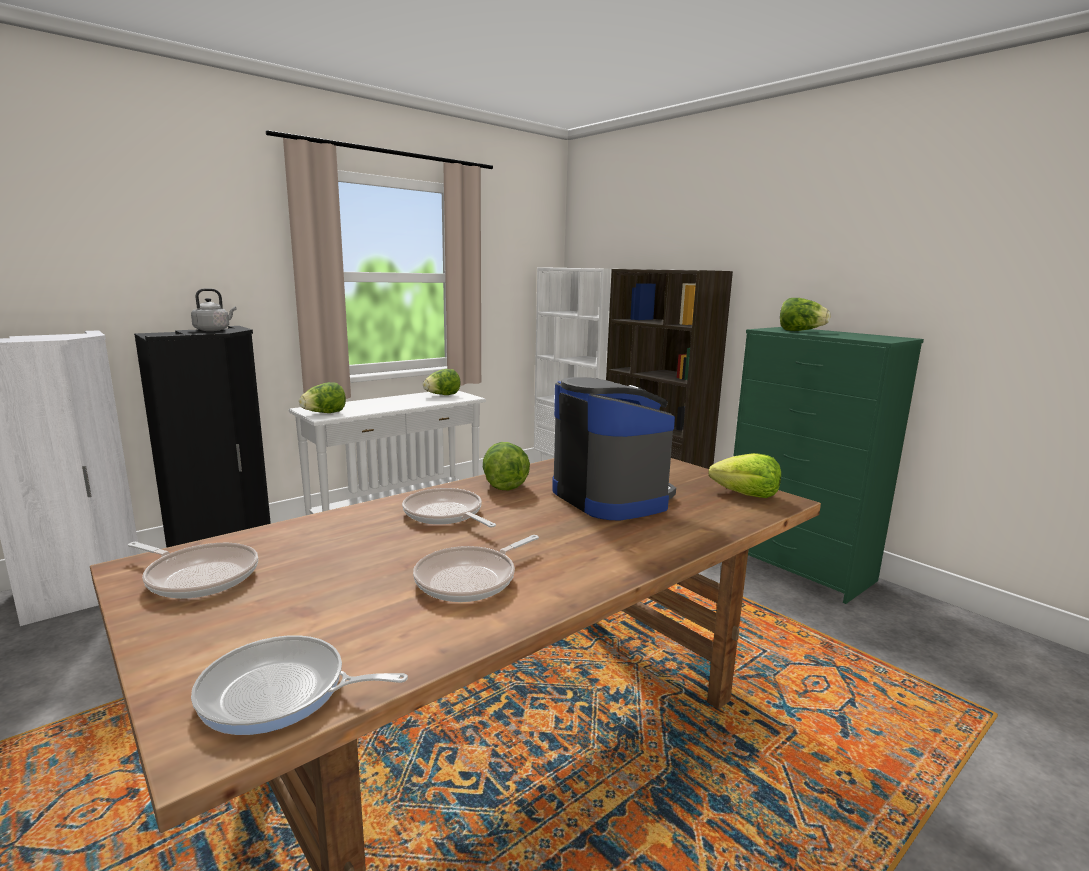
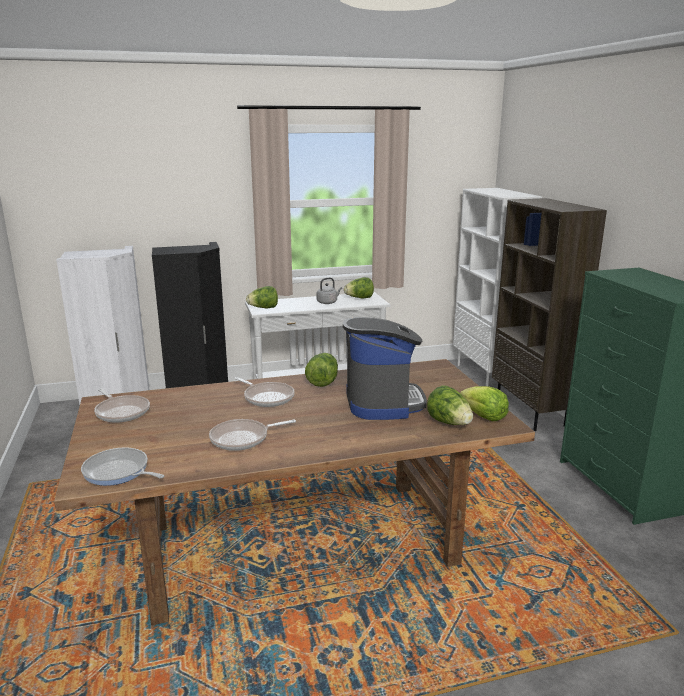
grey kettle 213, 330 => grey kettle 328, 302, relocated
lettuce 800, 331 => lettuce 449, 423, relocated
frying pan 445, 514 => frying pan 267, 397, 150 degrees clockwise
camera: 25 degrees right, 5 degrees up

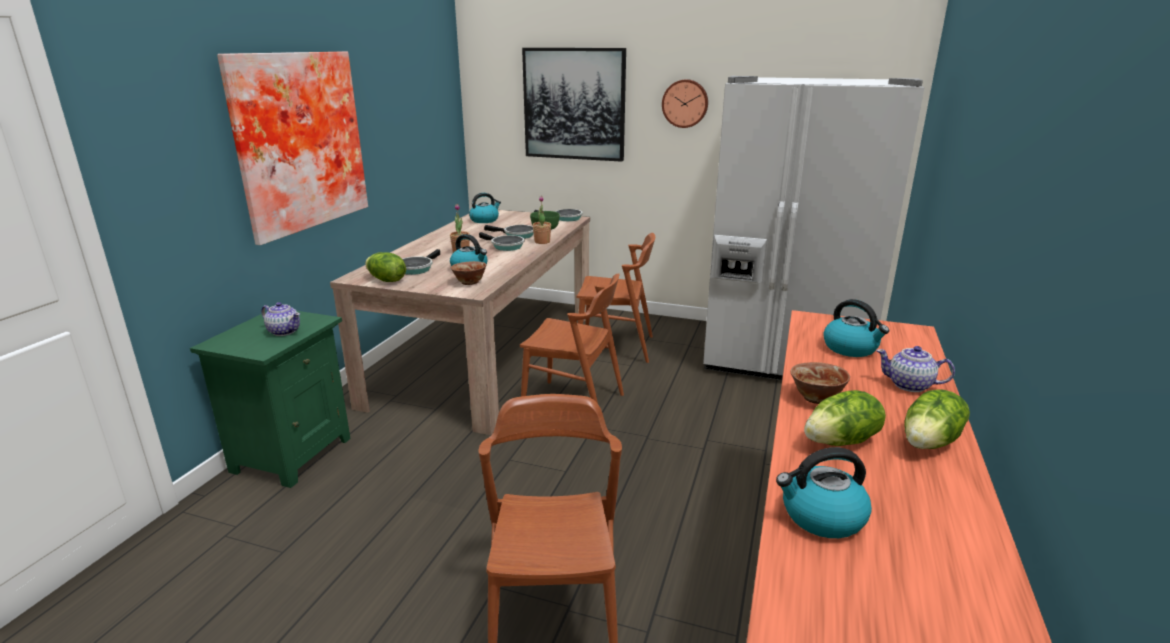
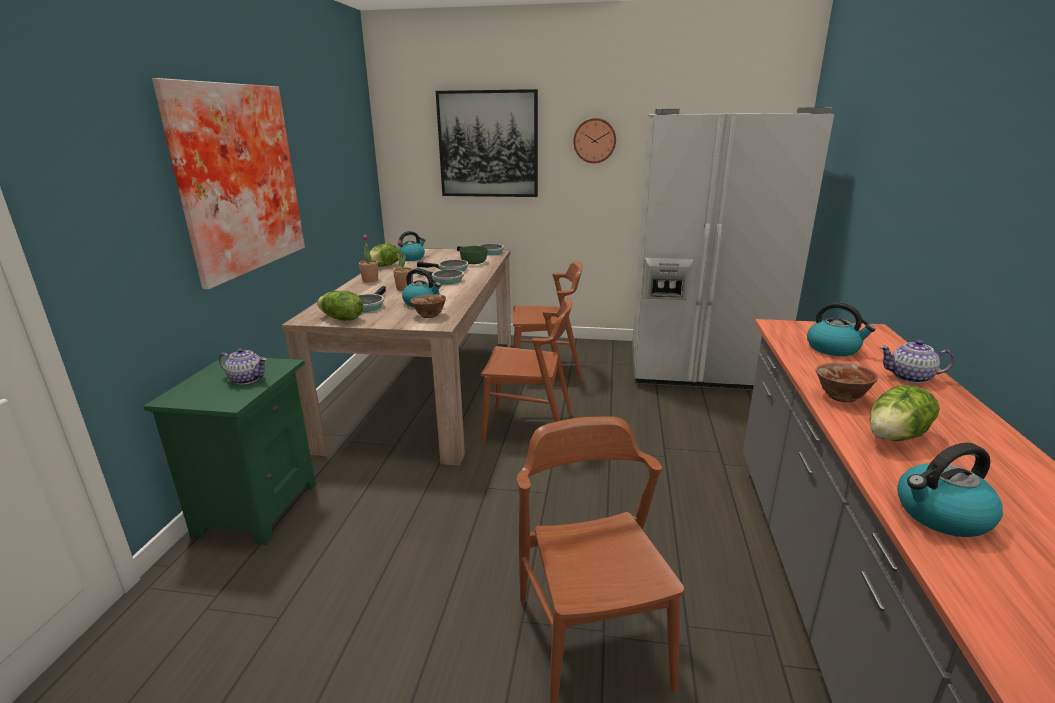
potted plant 542, 242 => potted plant 370, 280, relocated
lettuce 930, 442 => lettuce 385, 266, relocated
camera: 10 degrees left, 0 degrees up

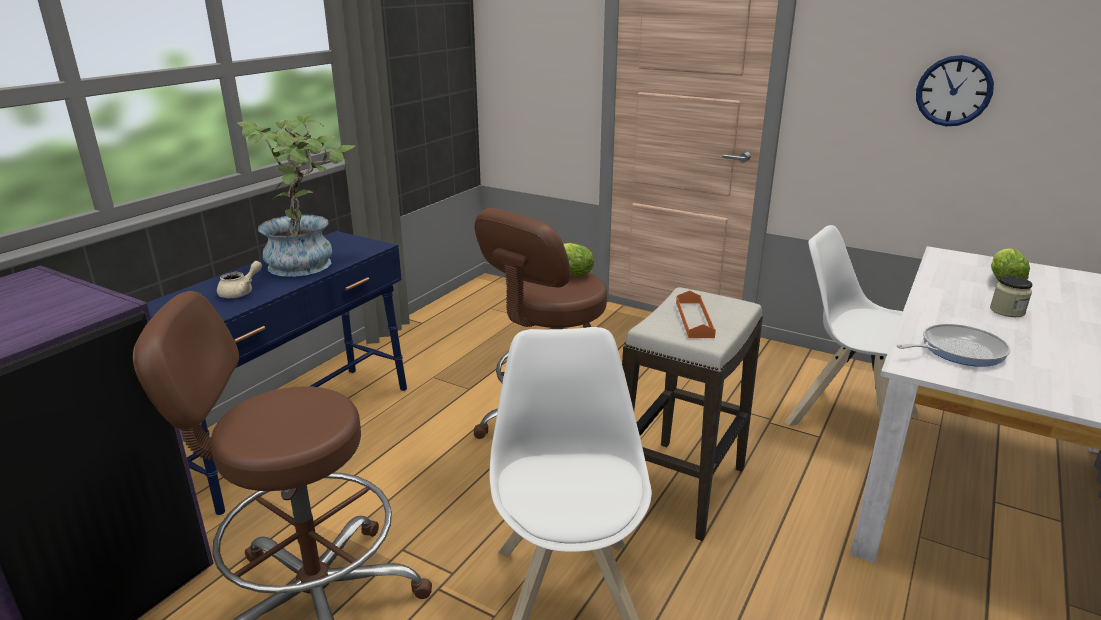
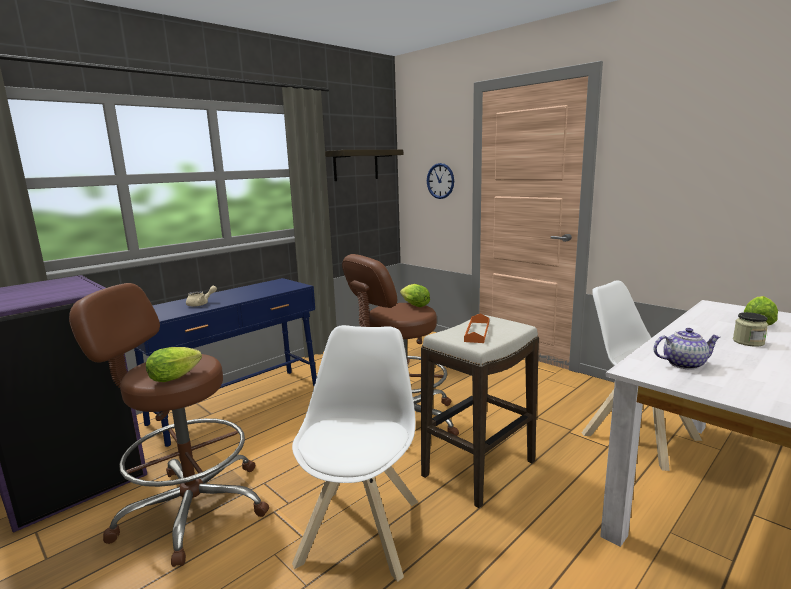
potted plant 309, 262 => nothing
nothing => lettuce 177, 377
nothing => shelf 356, 165
wall clock 953, 91 => wall clock 440, 181, relocated
frying pan 957, 350 => teapot 683, 364
camera: 15 degrees right, 10 degrees down

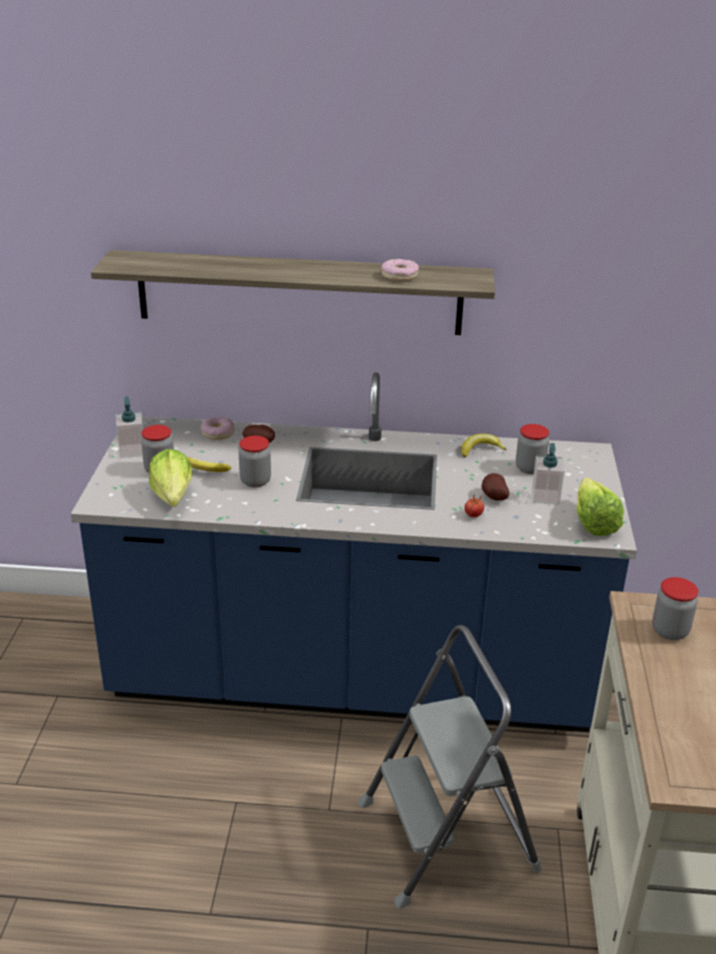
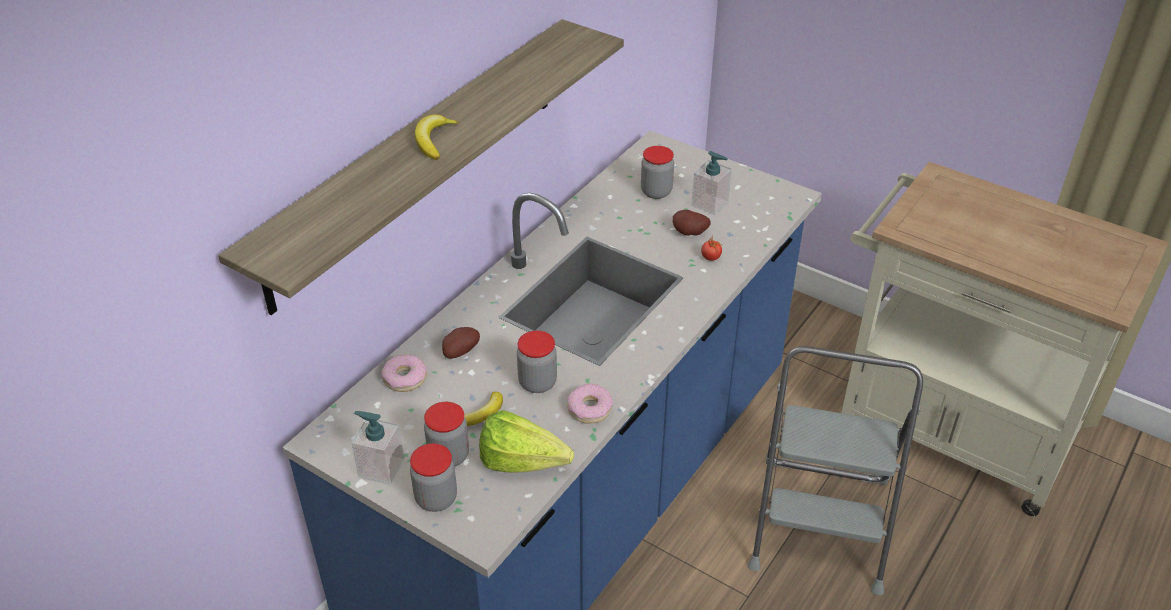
lettuce 593, 520 => nothing
donut 399, 276 => donut 589, 409, relocated
banana 480, 450 => banana 434, 141, relocated
jar 669, 631 => jar 436, 498, relocated
camera: 60 degrees left, 10 degrees up

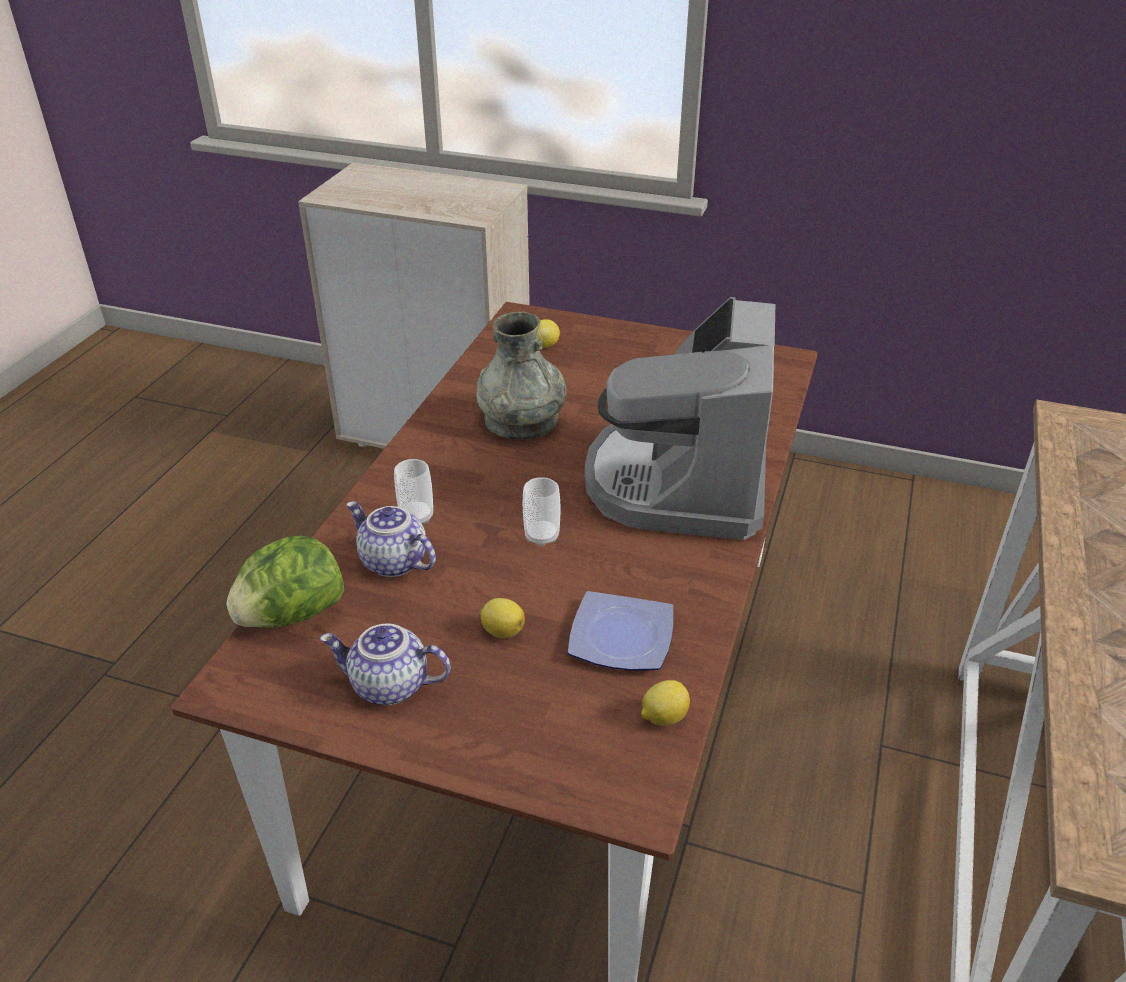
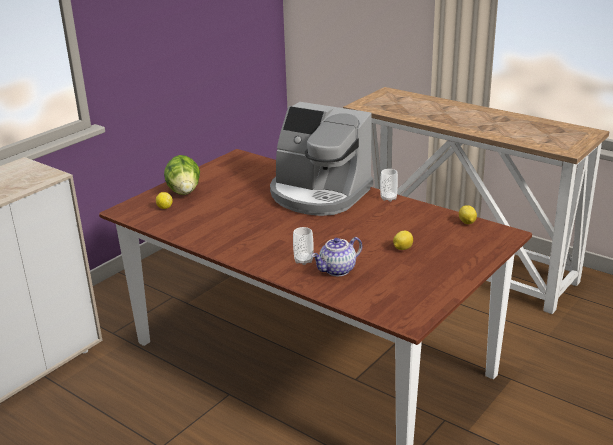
teapot 388, 687 => nothing
grey vase 521, 419 => nothing
plate 619, 635 => nothing
lettuce 292, 615 => lettuce 184, 191, relocated
cup 541, 536 => cup 388, 198, relocated
camera: 70 degrees left, 10 degrees down

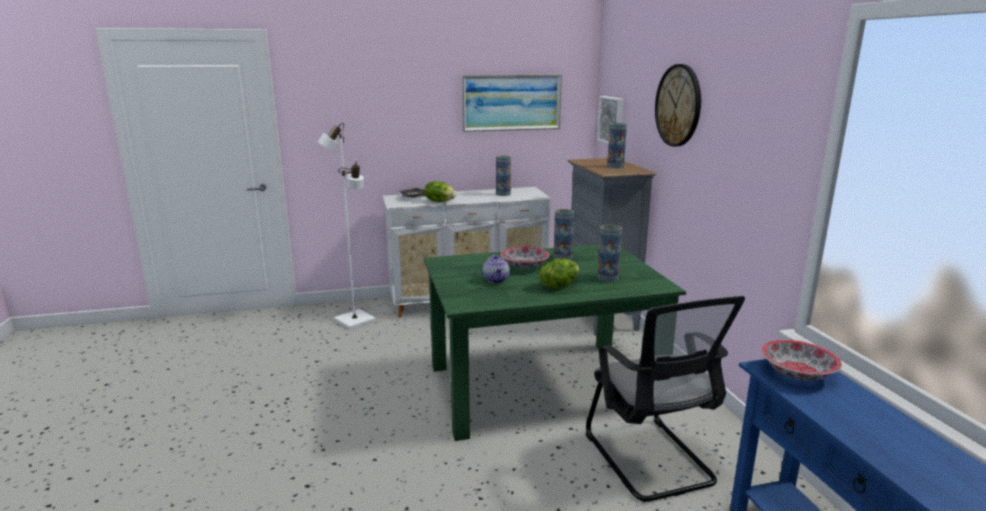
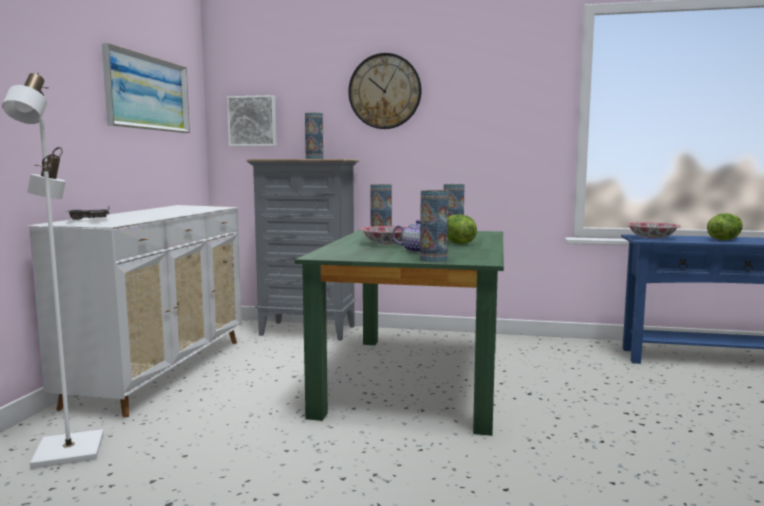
chair 649, 461 => nothing
lettuce 440, 201 => lettuce 724, 239, relocated
vase 503, 194 => vase 433, 259, relocated
camera: 65 degrees left, 10 degrees down

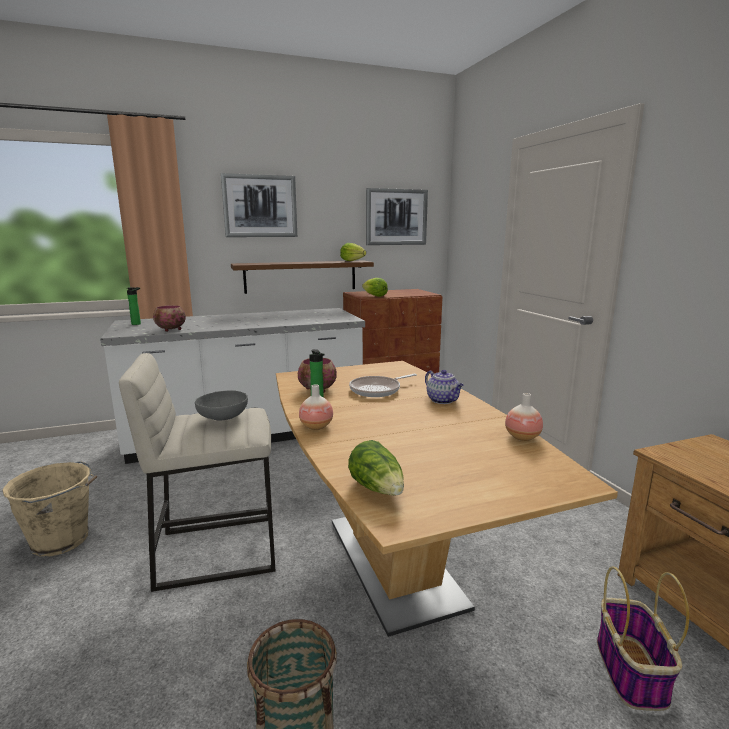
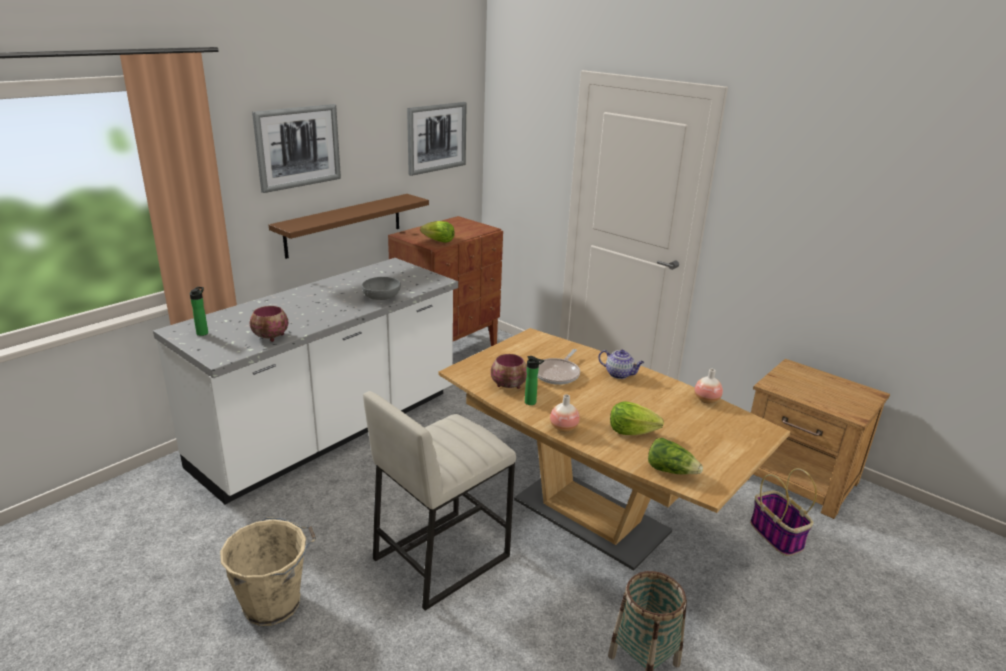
grey bowl 223, 418 => grey bowl 382, 298, relocated
lettuce 352, 261 => lettuce 631, 432, relocated
camera: 30 degrees left, 10 degrees up

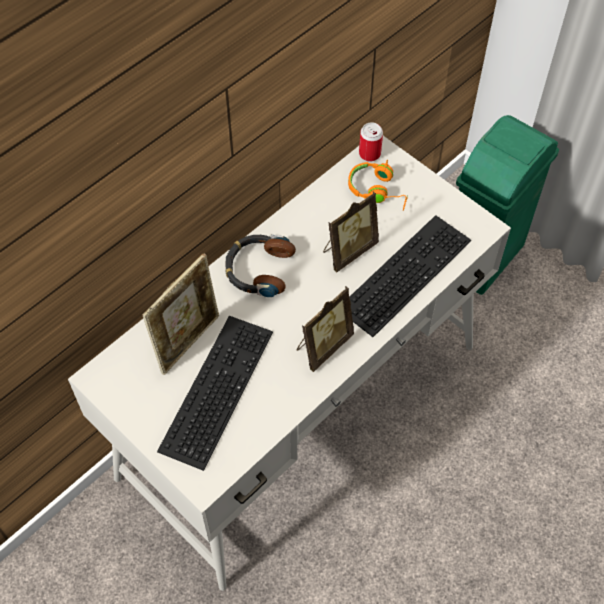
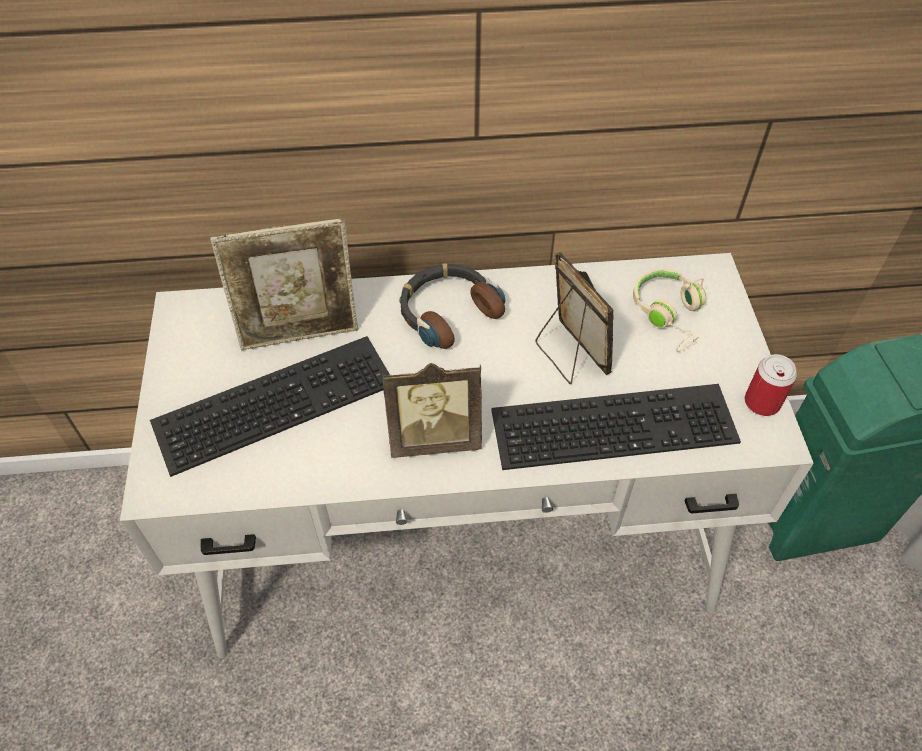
can 369, 154 => can 762, 402, relocated
orange headphones 378, 191 => beige headphones 669, 314
picture frame 348, 250 => picture frame 569, 355, 120 degrees counterclockwise
camera: 40 degrees right, 5 degrees down

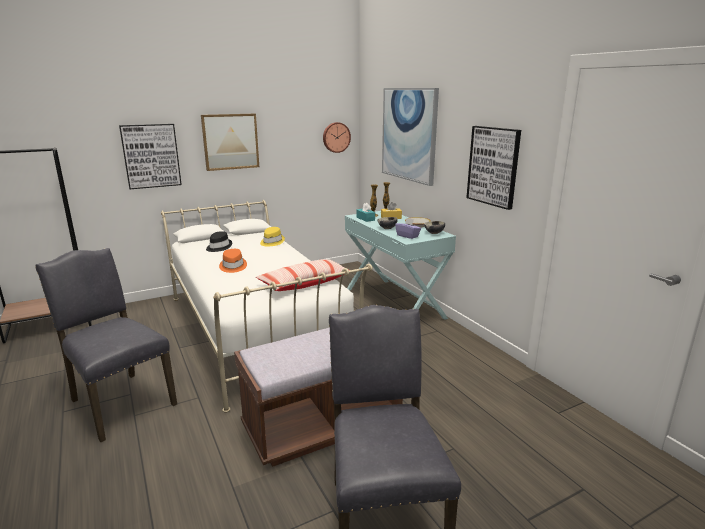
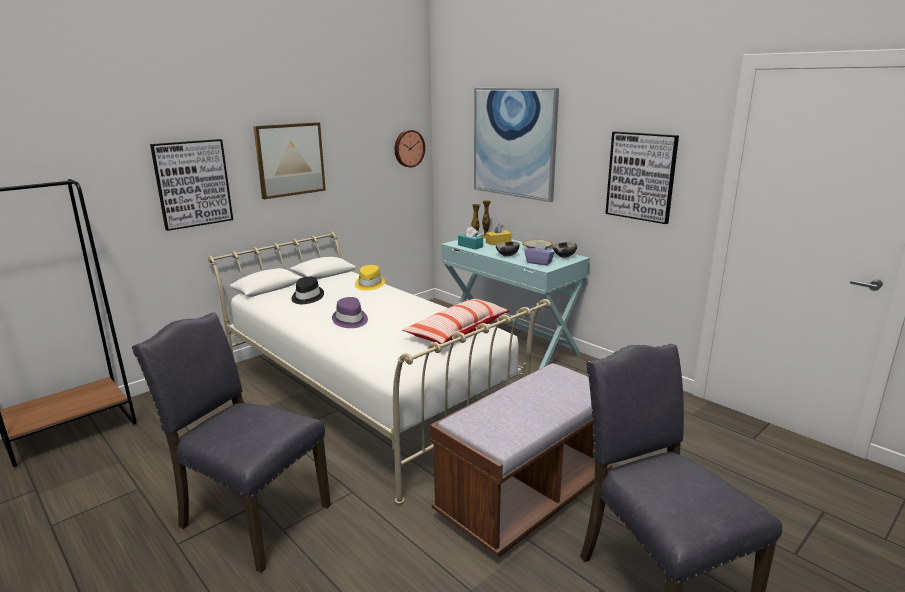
orange hat 232, 267 => purple hat 350, 320
camera: 15 degrees left, 0 degrees up

